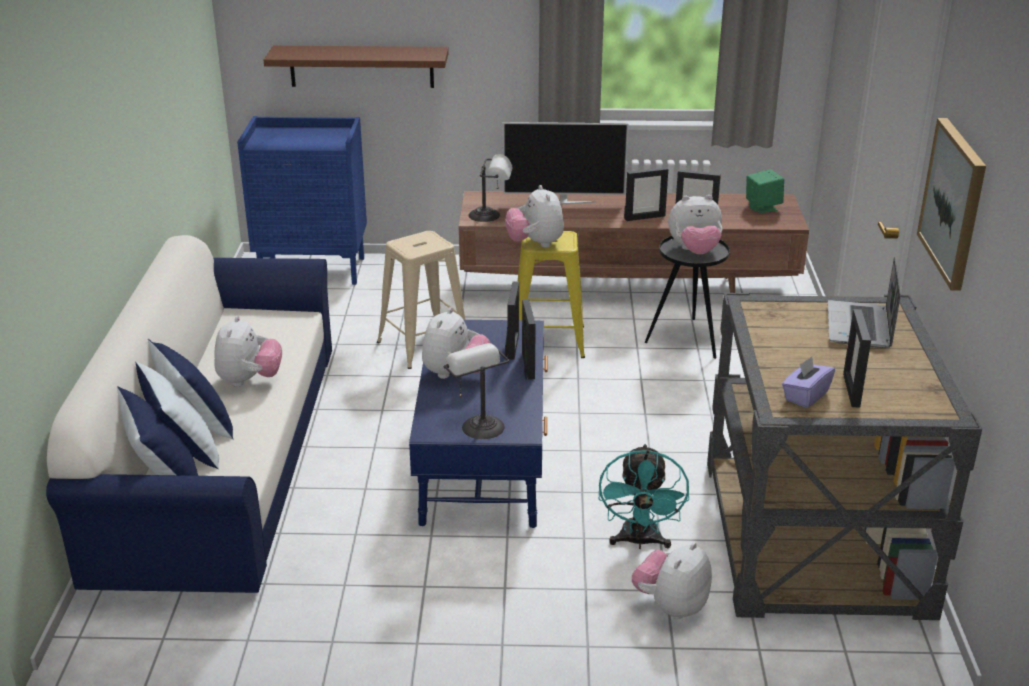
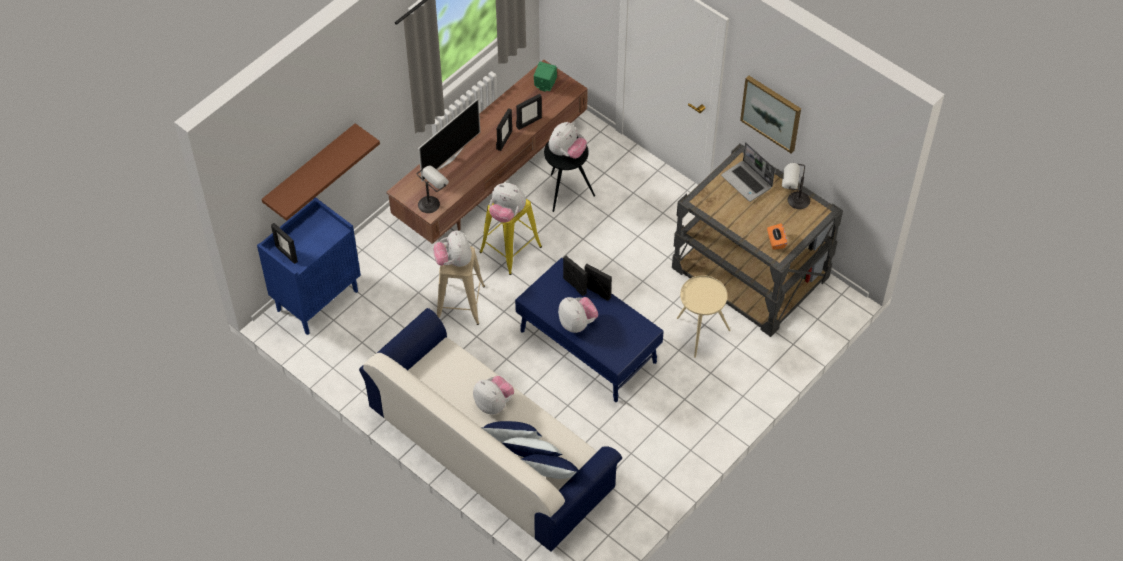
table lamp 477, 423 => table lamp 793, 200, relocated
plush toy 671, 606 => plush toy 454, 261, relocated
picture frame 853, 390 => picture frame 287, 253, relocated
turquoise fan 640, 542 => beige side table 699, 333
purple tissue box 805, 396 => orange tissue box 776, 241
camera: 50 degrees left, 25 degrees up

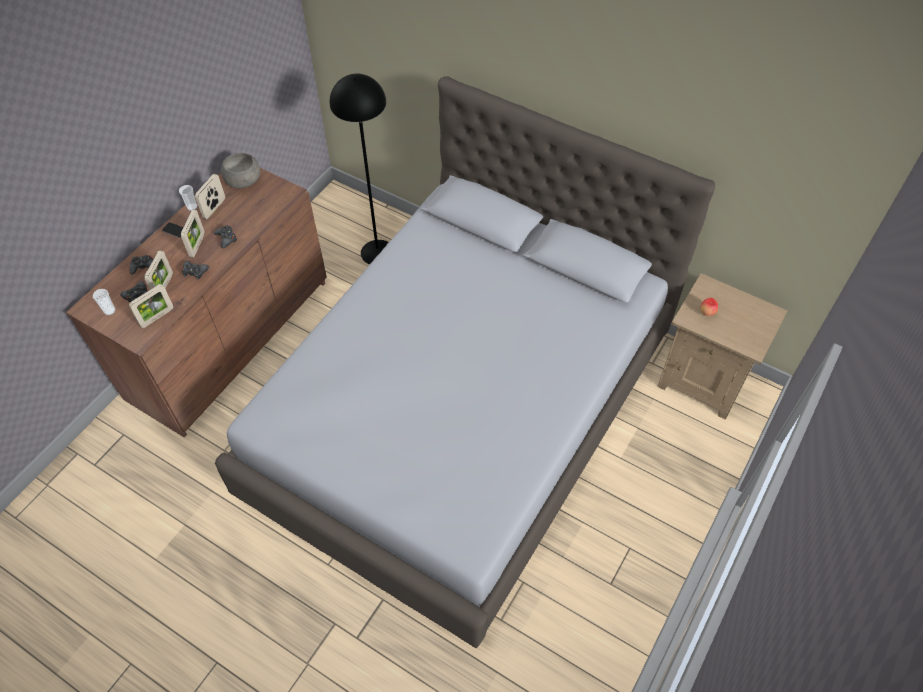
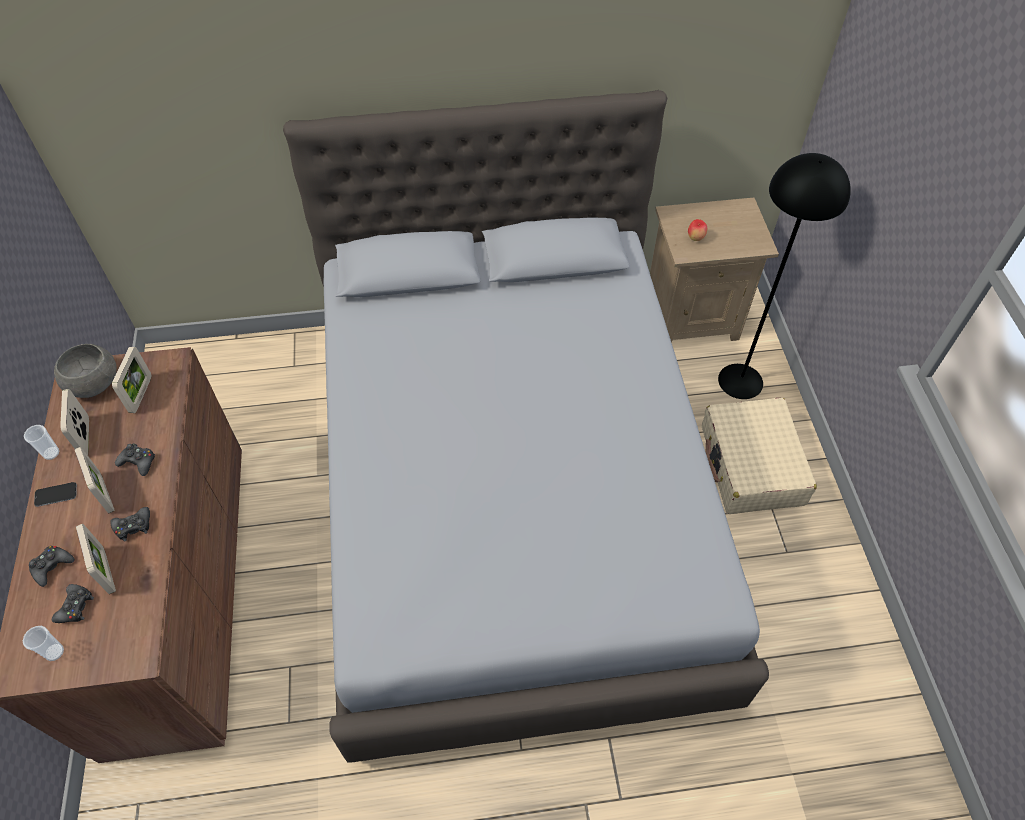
nothing => beige suitcase 751, 465
picture frame 157, 317 => picture frame 141, 394, relocated
black floor lamp 378, 252 => black floor lamp 741, 381, relocated
camera: 40 degrees left, 0 degrees up

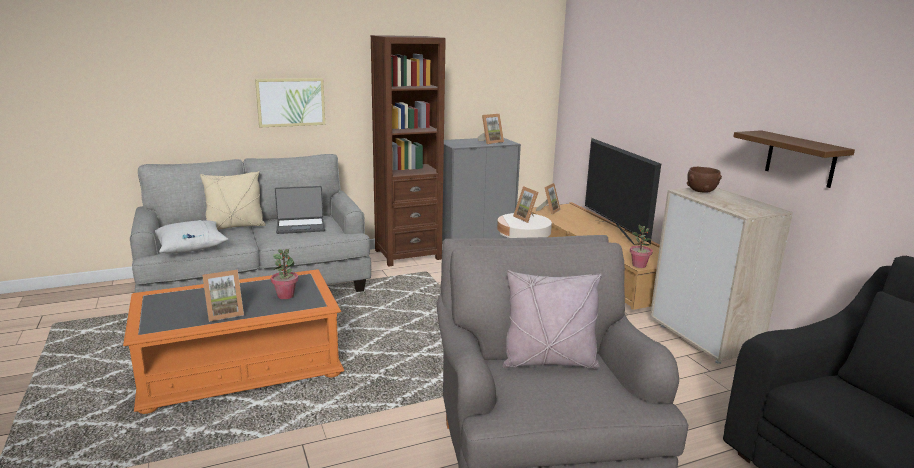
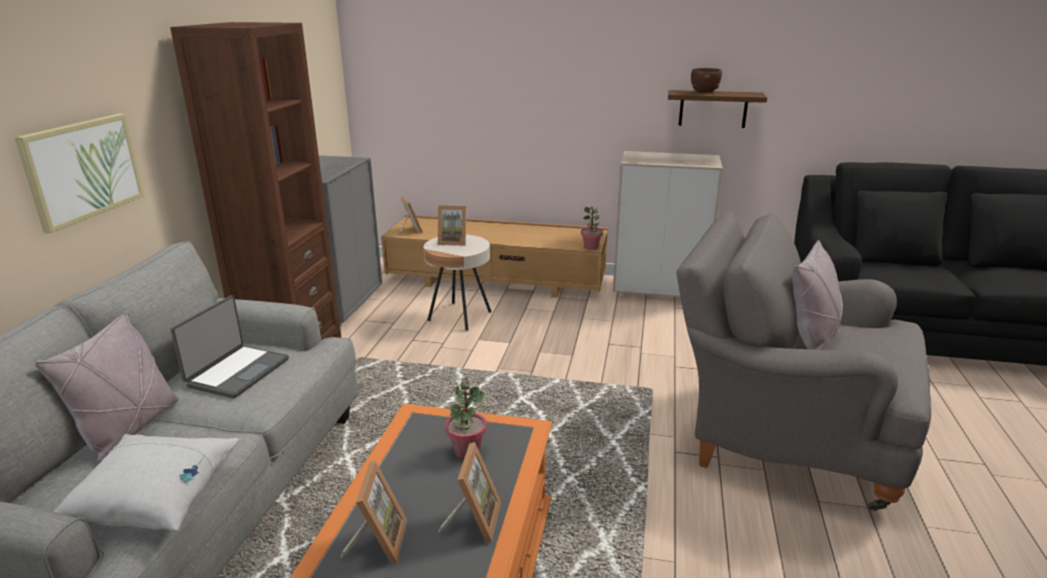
television 614, 232 => nothing
picture frame 490, 142 => picture frame 378, 542, relocated
brown bowl 701, 191 => brown bowl 704, 92, relocated
beige pillow 235, 227 => purple pillow 130, 430
camera: 55 degrees left, 5 degrees up

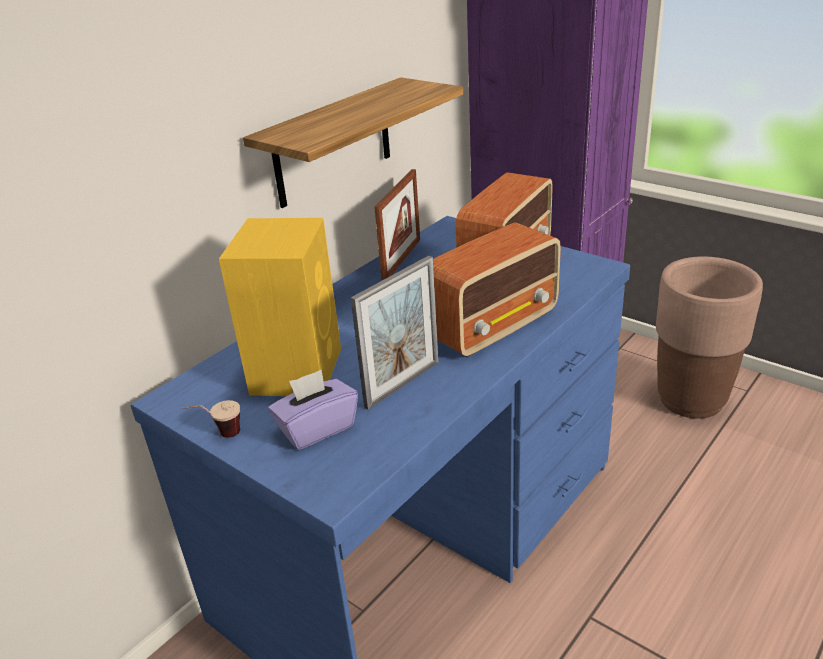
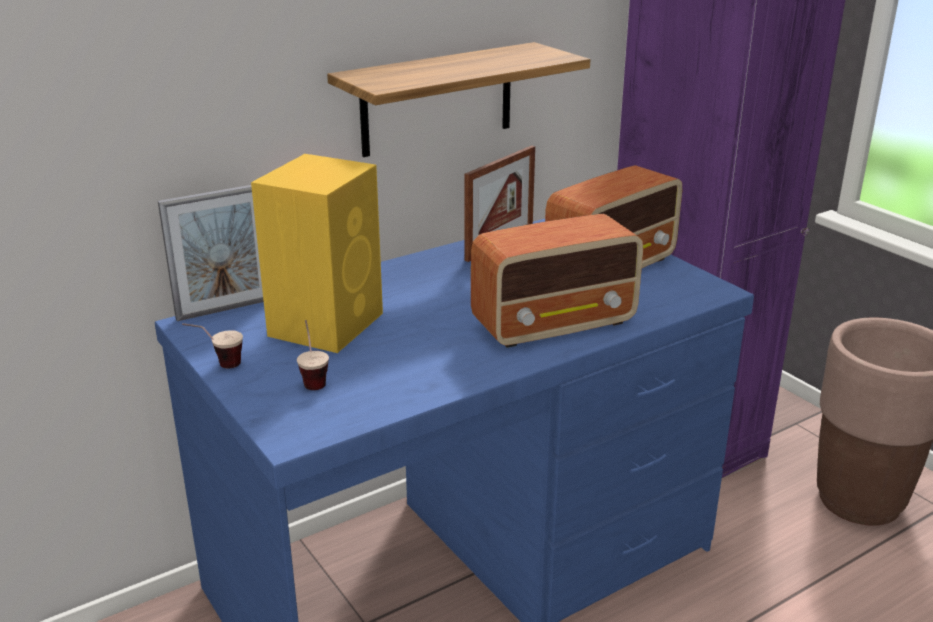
picture frame 402, 384 => picture frame 227, 309, relocated
purple tissue box 317, 428 => cup 313, 379
camera: 15 degrees right, 5 degrees down

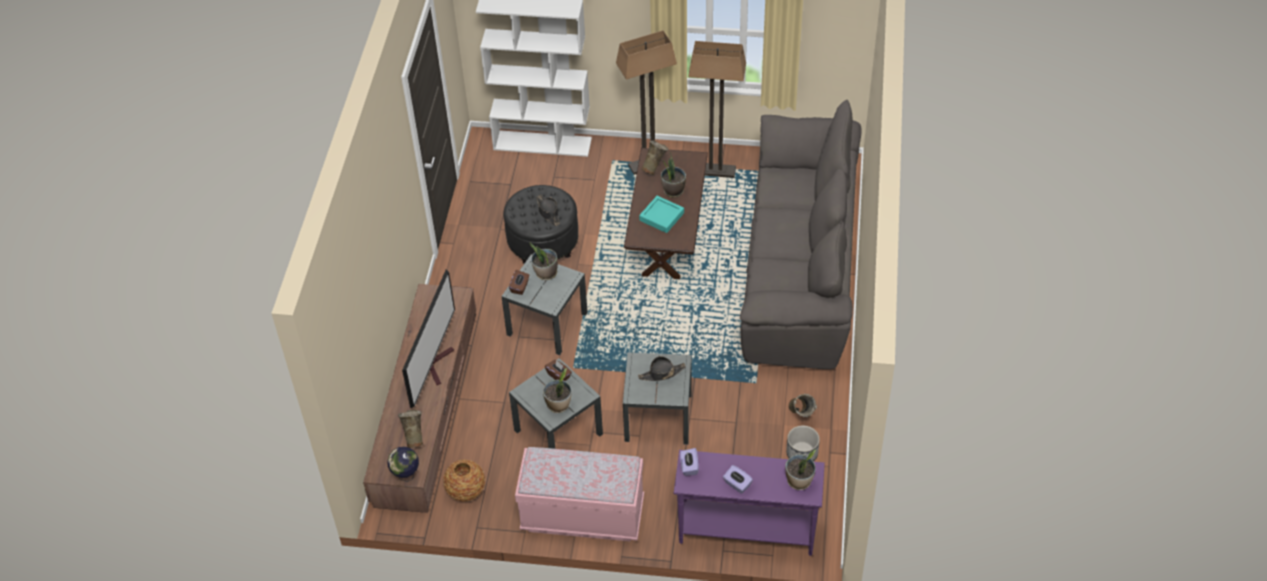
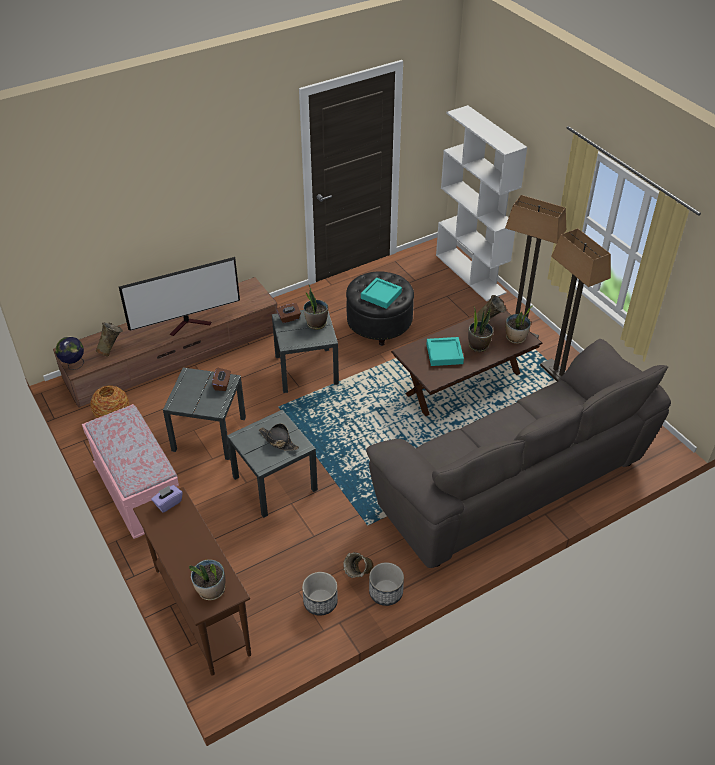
purple tissue box 737, 484 => nothing
nothing => planter 386, 592
potted plant 558, 405 => potted plant 516, 338, relocated
black hat 548, 212 => turquoise tray 381, 295
purple console table 745, 533 => brown console table 200, 611
camera: 50 degrees right, 5 degrees down

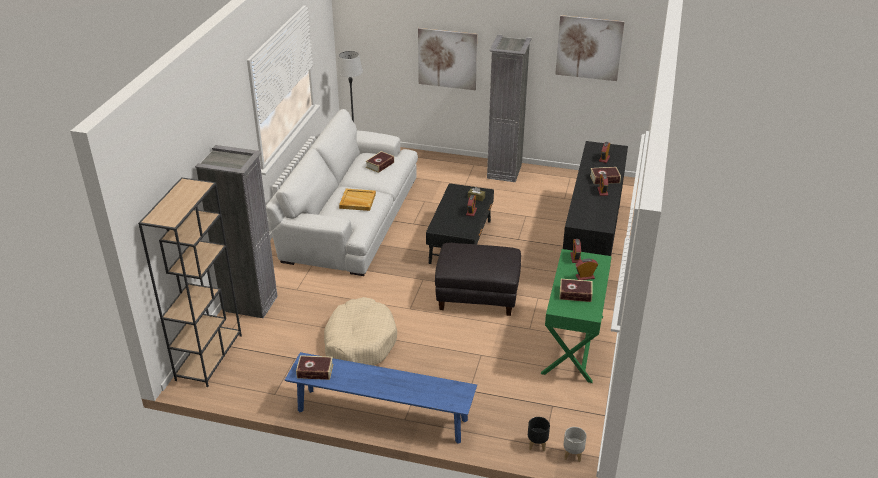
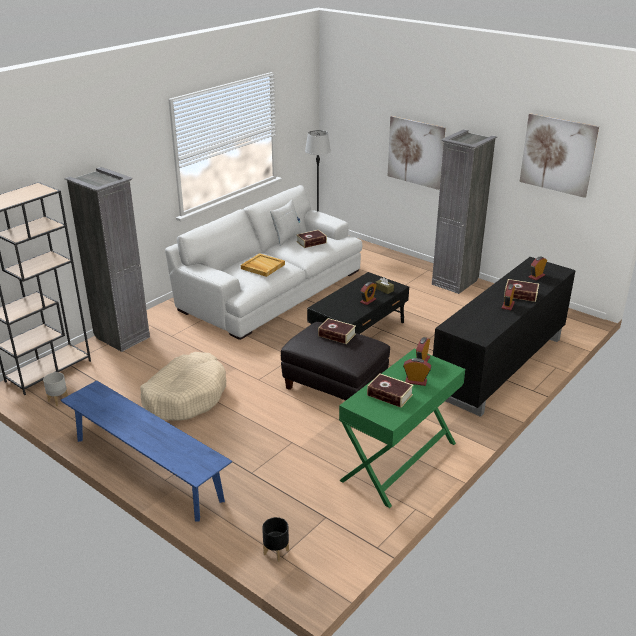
nothing => grey pillow 286, 238
book 315, 371 => book 336, 335, relocated
grey planter 573, 454 => grey planter 58, 400, relocated
camera: 25 degrees right, 5 degrees down

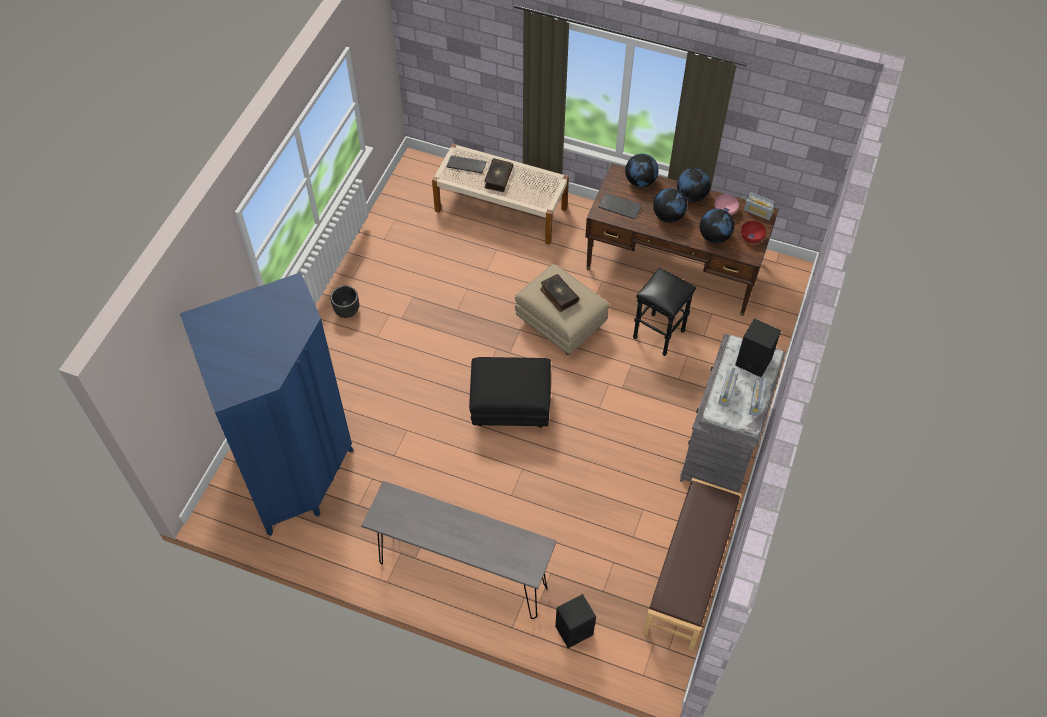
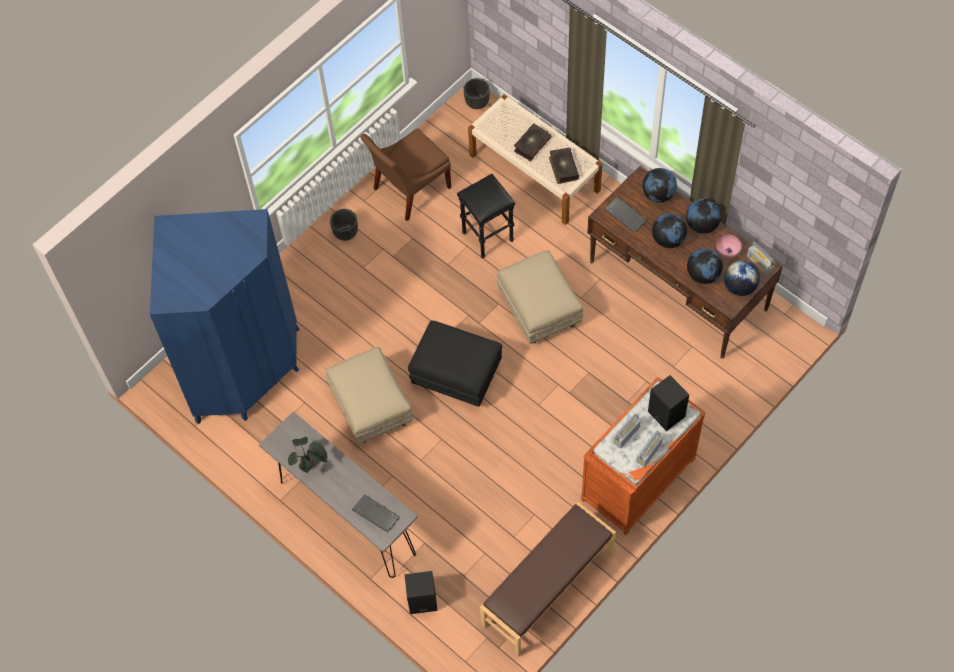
nothing => potted plant 309, 465
nothing => beige ottoman 371, 407
nothing => brown chair 409, 190
nothing => black planter 477, 103
keyboard 465, 165 => keyboard 375, 514, relocated
book 558, 295 => book 563, 168, relocated
black stool 657, 334 => black stool 486, 236, relocated
red bowl 751, 237 => globe 739, 287
grey dresser 722, 444 => orange dresser 638, 479
camera: 25 degrees right, 5 degrees up

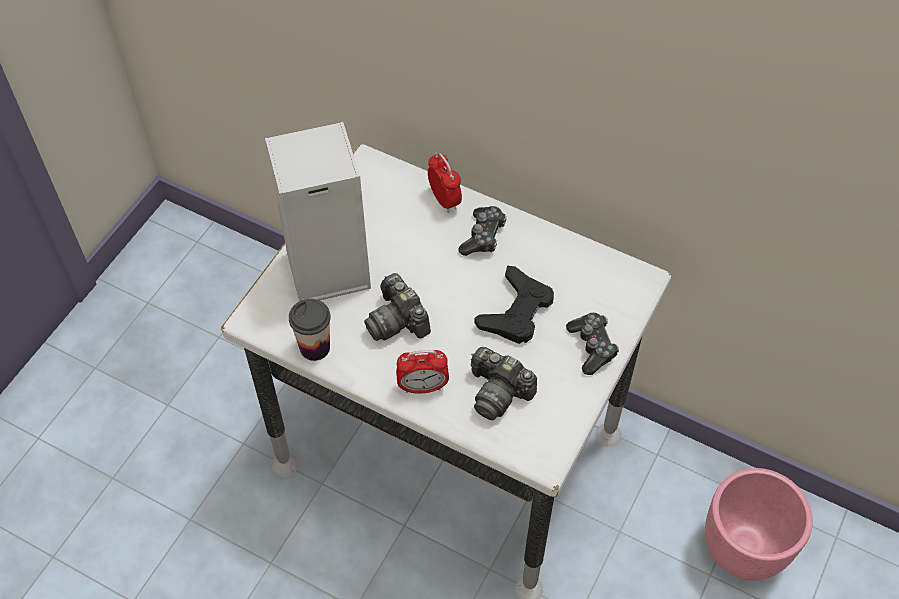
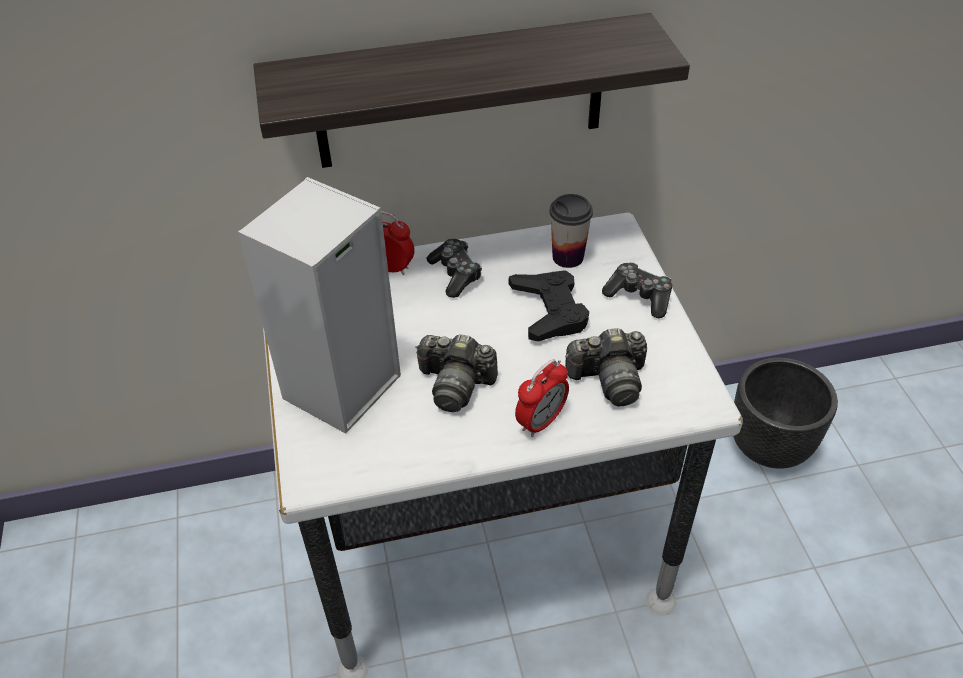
nothing => shelf 460, 93
cup 315, 347 => cup 568, 257, relocated
pink planter 745, 547 => black planter 770, 446
camera: 40 degrees left, 10 degrees down

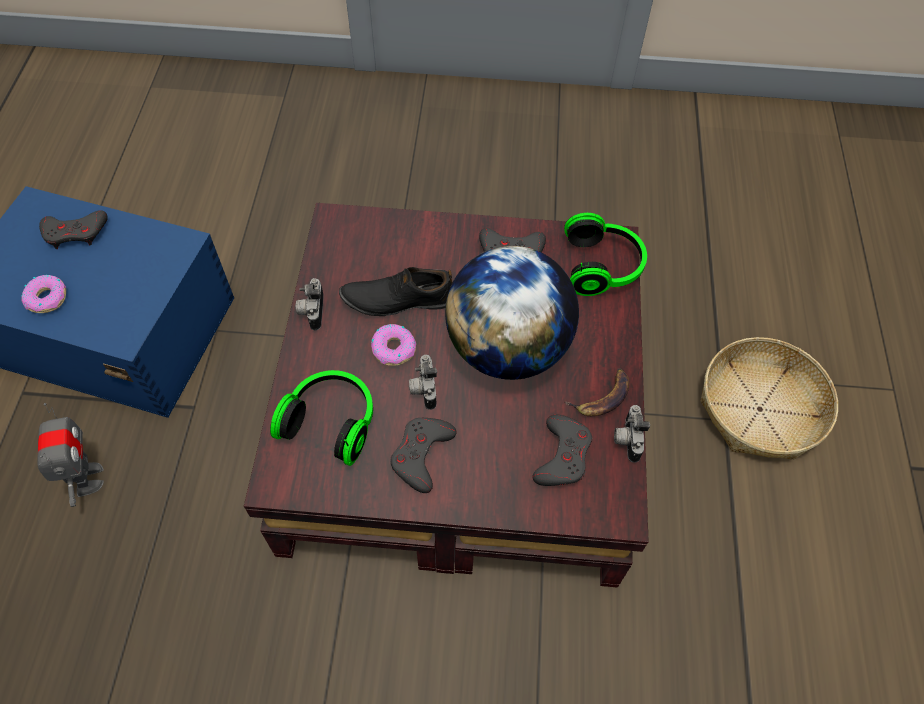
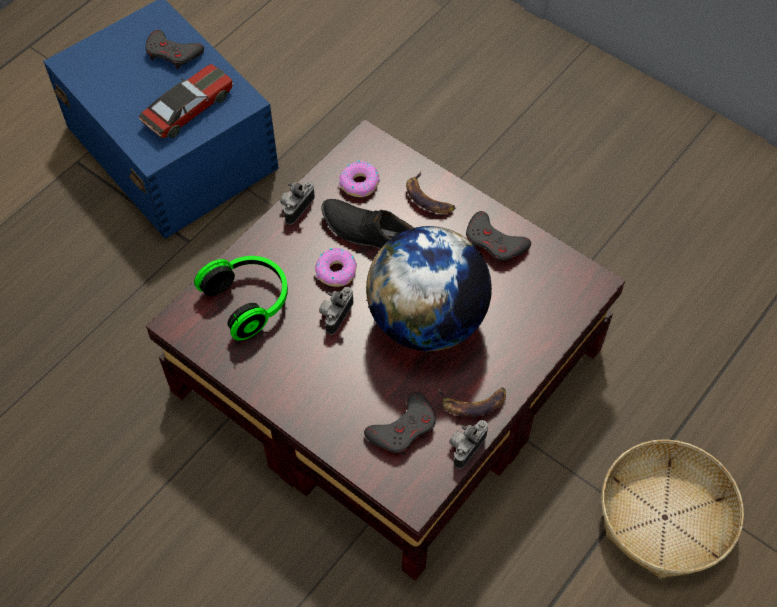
toy robot 87, 478 => nothing
grey game controller 421, 455 => nothing
headphones 603, 267 => nothing
nothing => toy car 188, 108
nothing => banana 428, 198
donut 47, 298 => donut 360, 183, relocated
camera: 35 degrees right, 0 degrees up

